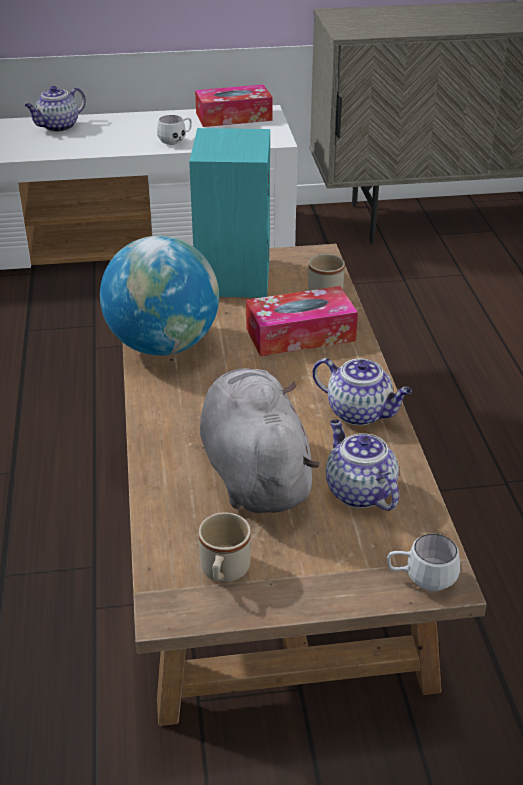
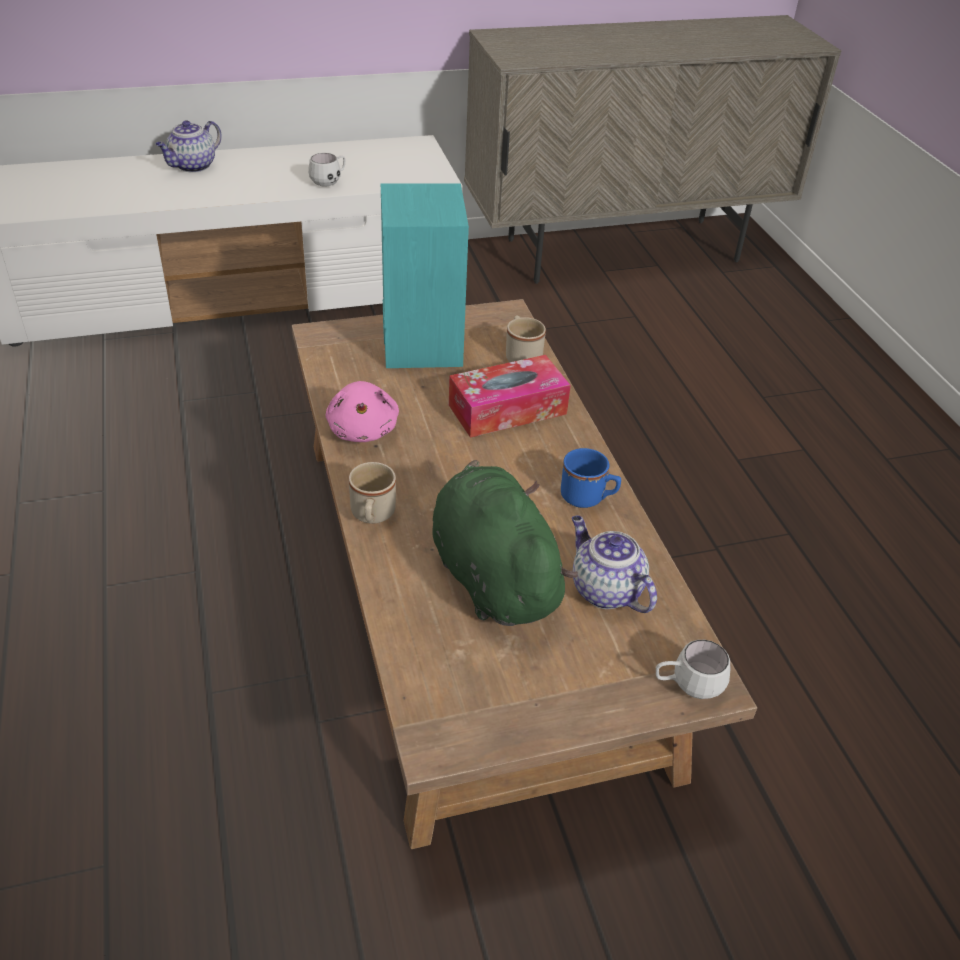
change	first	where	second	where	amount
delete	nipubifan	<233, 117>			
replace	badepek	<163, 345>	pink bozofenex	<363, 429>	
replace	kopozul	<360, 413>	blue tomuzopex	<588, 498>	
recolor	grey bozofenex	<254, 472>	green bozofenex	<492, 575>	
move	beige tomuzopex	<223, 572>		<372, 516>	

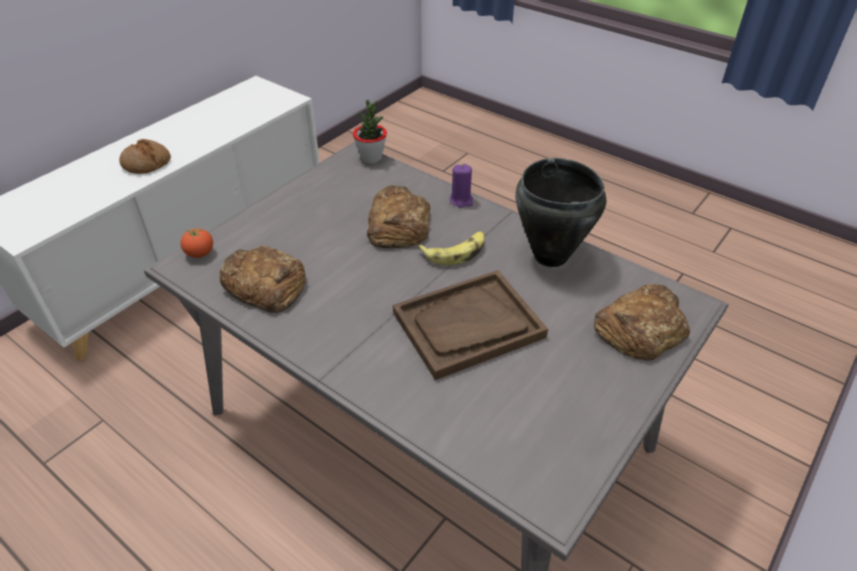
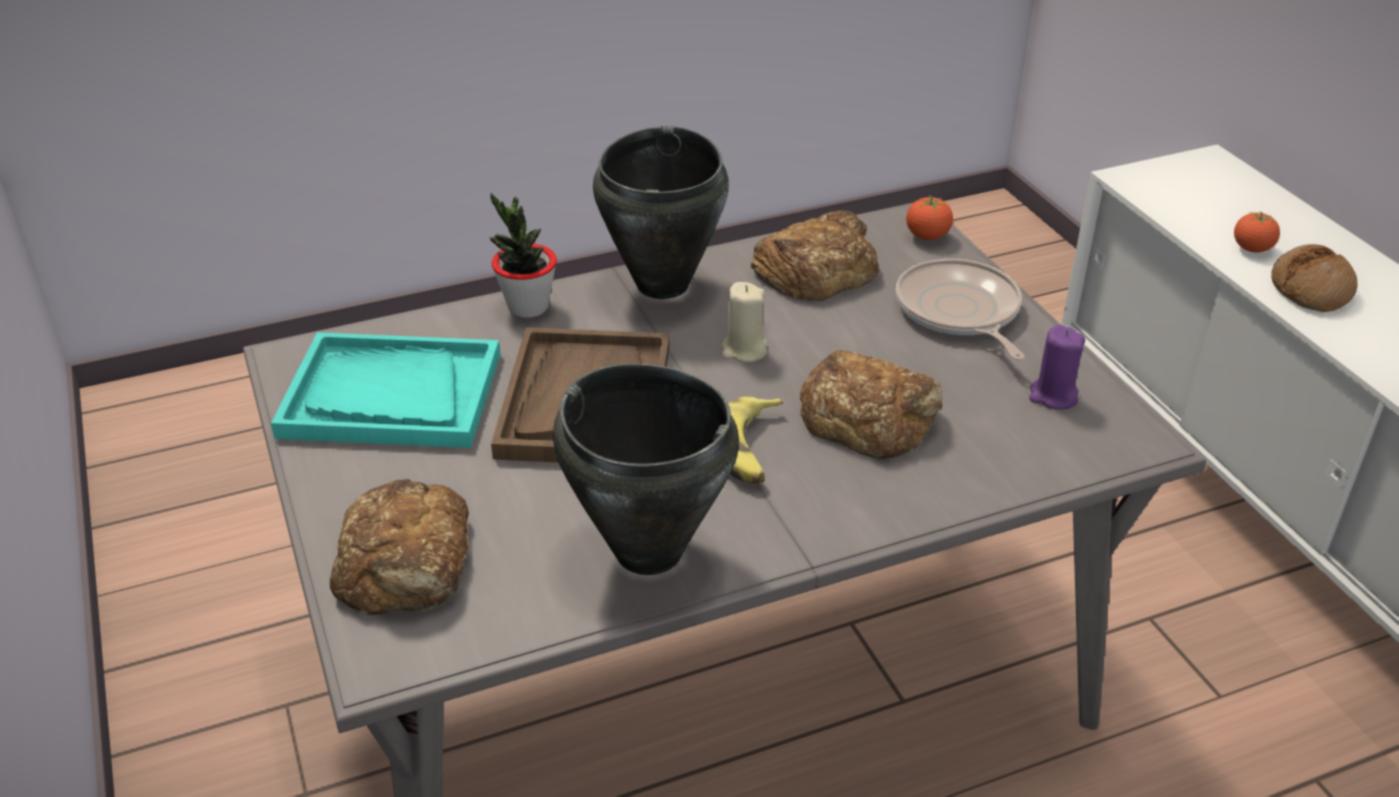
change	first	where	second	where	amount
move	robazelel	<371, 158>		<528, 307>	
move	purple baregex	<461, 200>		<1053, 396>	
insert			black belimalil	<664, 284>	
insert			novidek	<1252, 249>	
insert			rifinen	<959, 312>	
insert			beige baregex	<744, 350>	
insert			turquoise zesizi	<391, 395>	

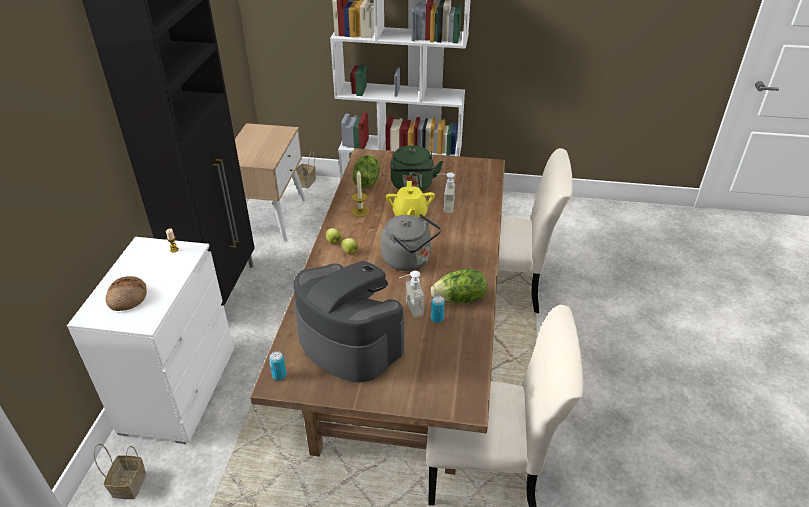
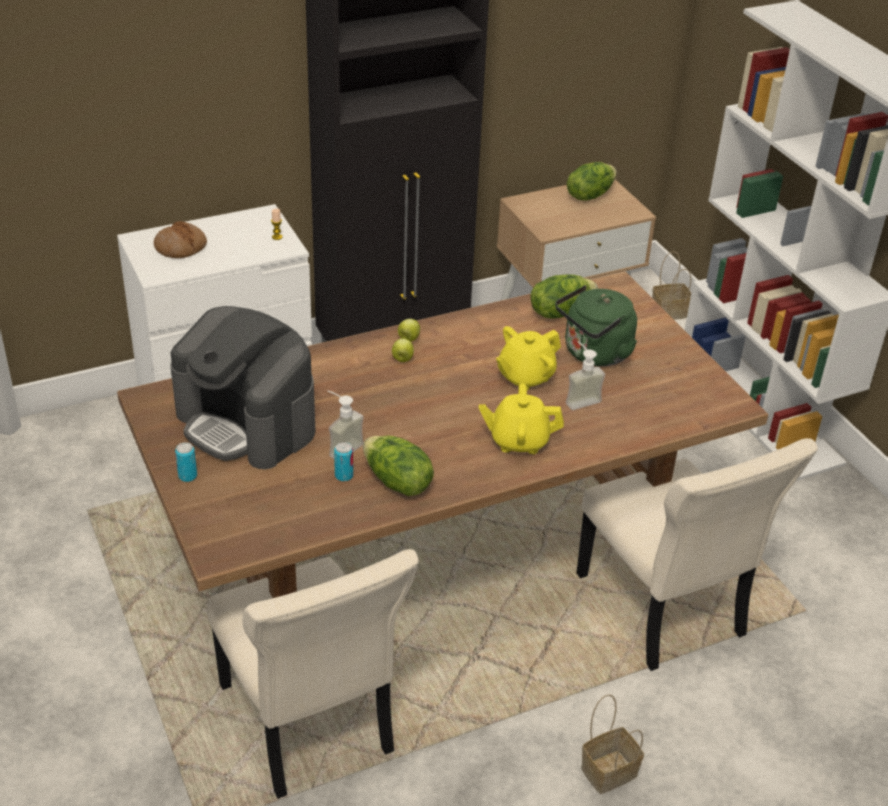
change	first	where	second	where	amount
delete	baregex	<360, 211>			
delete	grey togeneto	<409, 260>			
rotate	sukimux	<349, 342>		<247, 423>	120 degrees clockwise
move	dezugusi	<279, 375>		<187, 476>	
move	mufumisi	<129, 483>		<609, 770>	
insert			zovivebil	<589, 195>	
insert			yellow kopozul	<518, 441>	

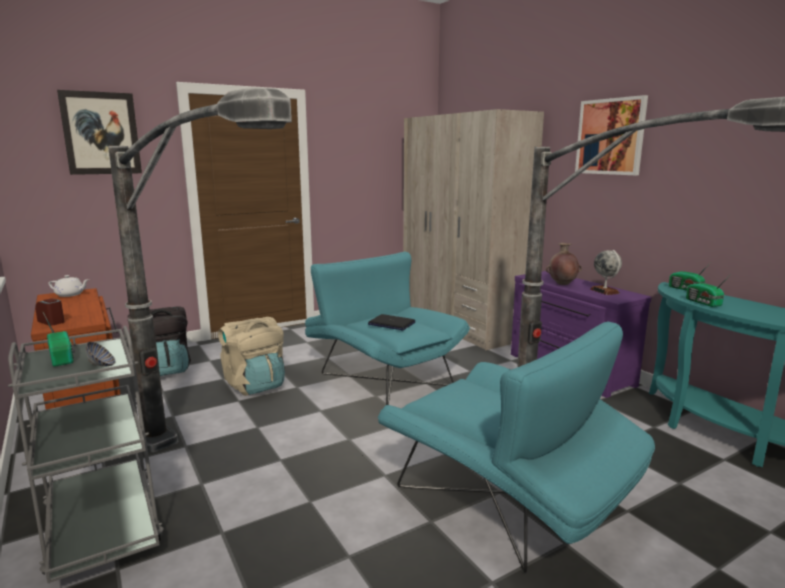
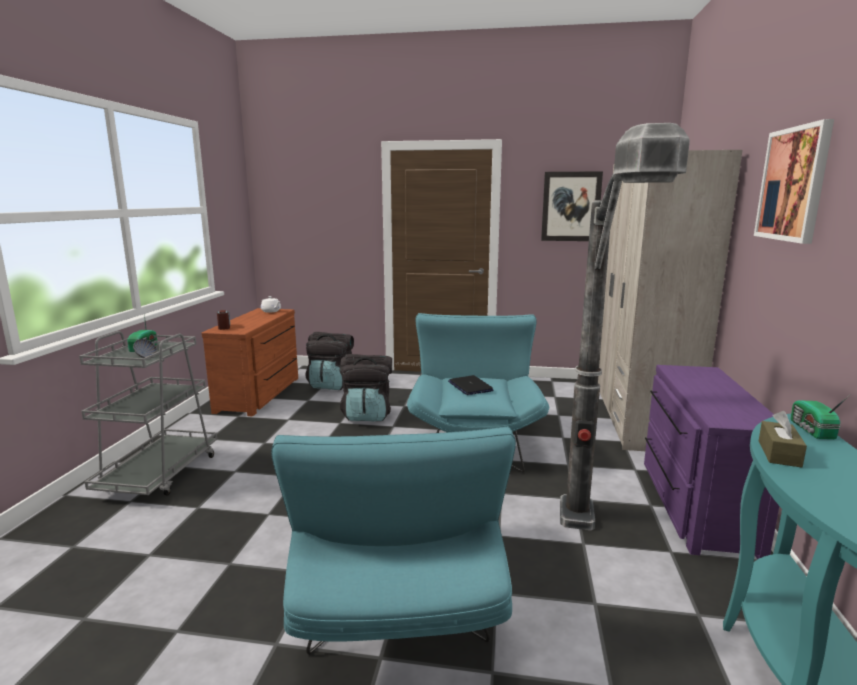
change	first	where	second	where	amount
delete	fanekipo	<210, 486>			
move	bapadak	<101, 133>		<571, 206>	
delete	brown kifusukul	<562, 284>			
delete	badepek	<604, 291>			
replace	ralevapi	<703, 303>	brown nipubifan	<779, 453>	
recolor	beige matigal	<255, 385>	black matigal	<367, 415>	

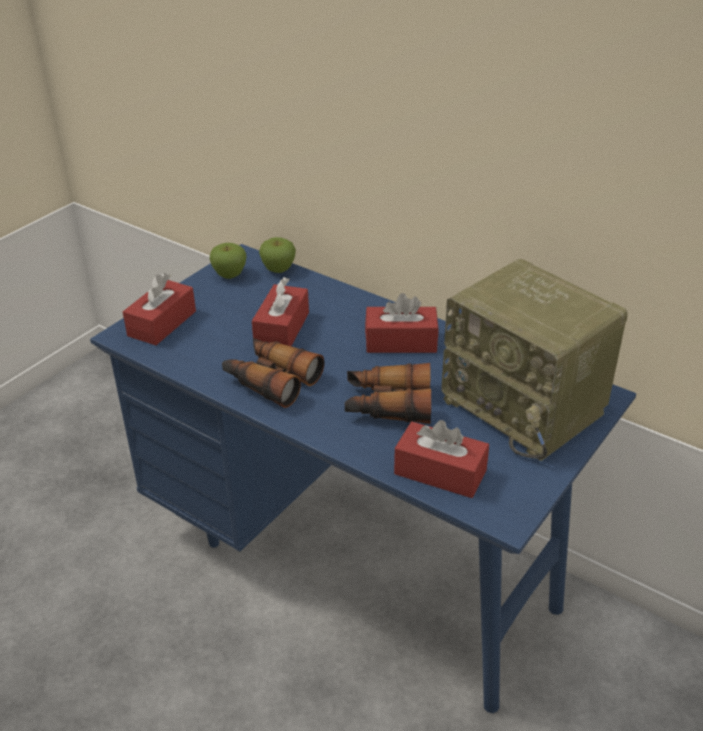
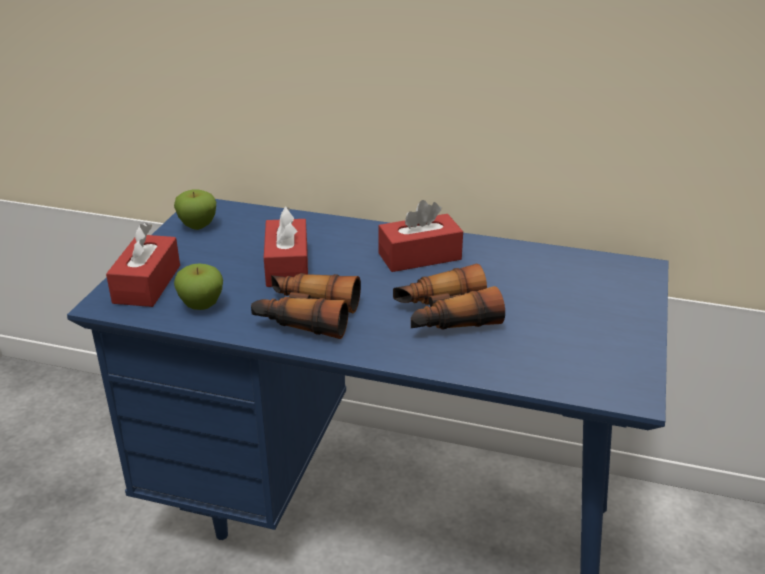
change	first	where	second	where	amount
move	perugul	<278, 270>		<201, 305>	
delete	ralevapi	<526, 407>			
delete	red nipubifan	<440, 472>			

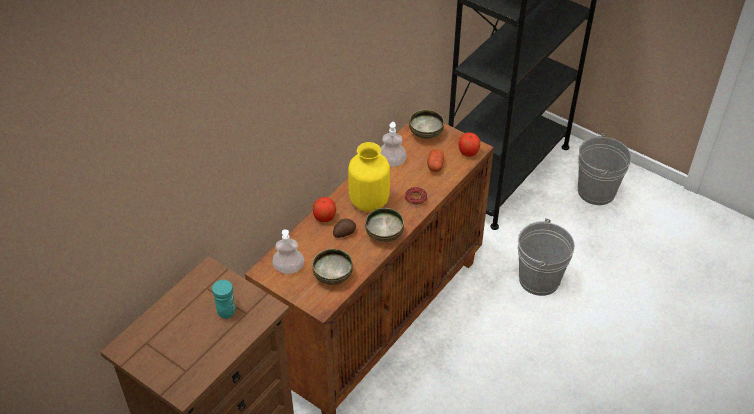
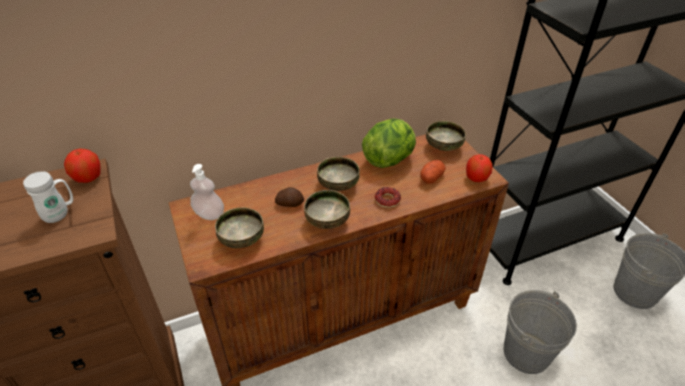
change	first	where	second	where	amount
replace	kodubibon	<392, 162>	zovivebil	<389, 159>	
replace	yellow kifusukul	<369, 202>	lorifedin	<337, 185>	
move	perugul	<324, 218>		<88, 178>	
recolor	turquoise tomuzopex	<228, 309>	white tomuzopex	<60, 214>	

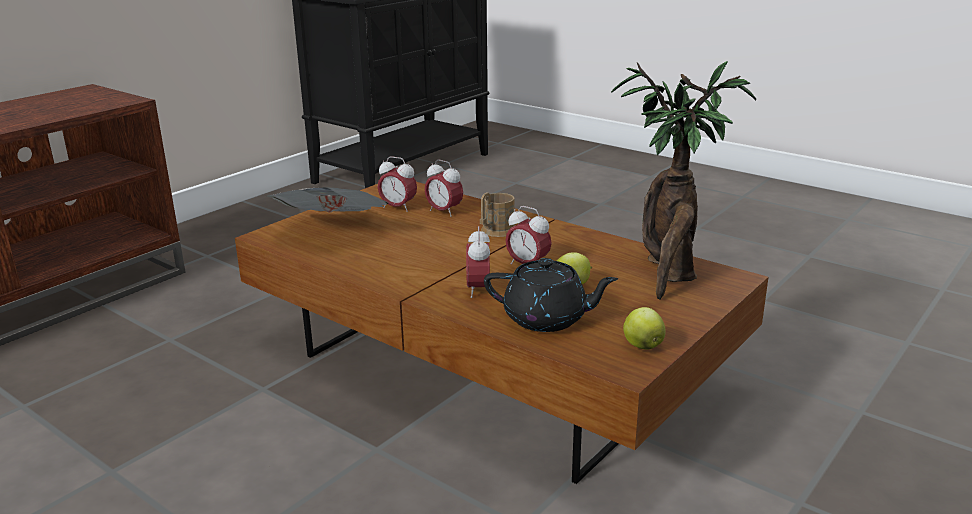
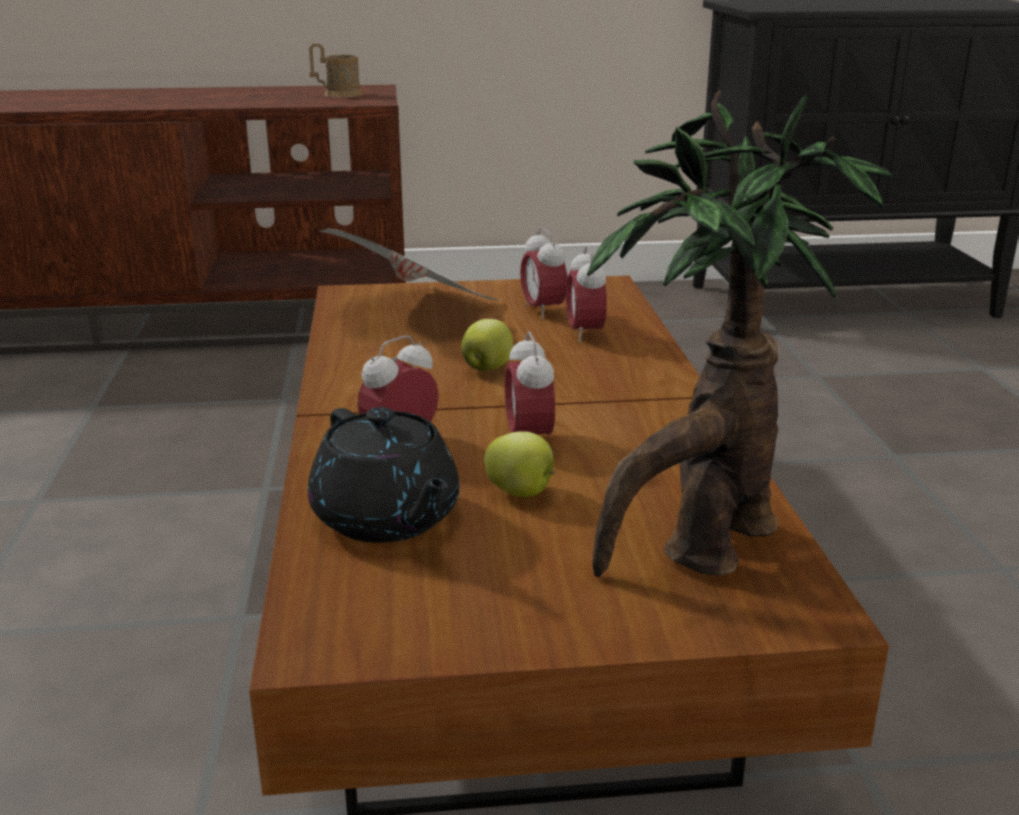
change	first	where	second	where	amount
move	brown tomuzopex	<495, 231>		<337, 94>	
move	perugul	<642, 345>		<487, 368>	

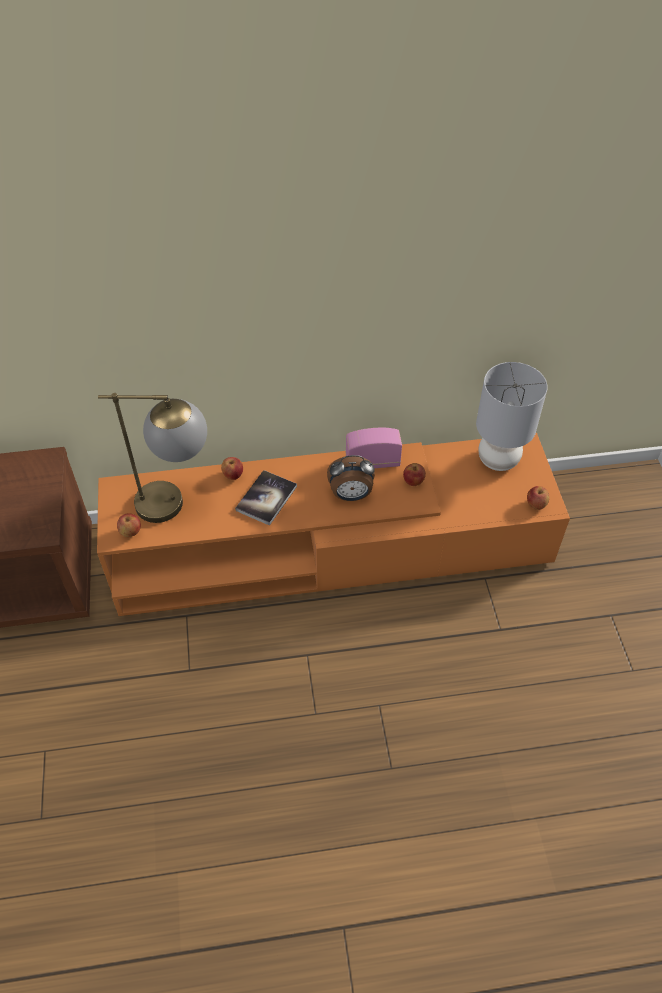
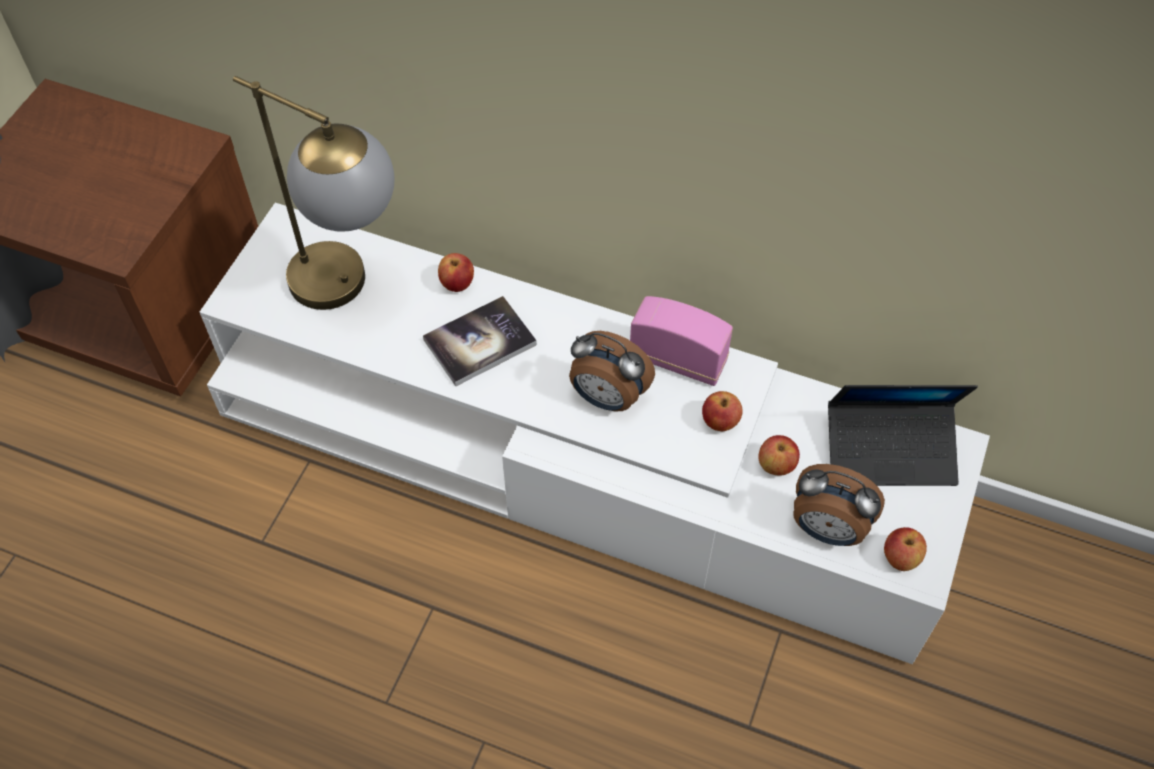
change	first	where	second	where	amount
replace	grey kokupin	<498, 459>	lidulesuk	<890, 451>	
recolor	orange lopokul	<331, 546>	white lopokul	<577, 459>	
move	perugul	<130, 532>		<776, 465>	
insert			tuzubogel	<827, 529>	

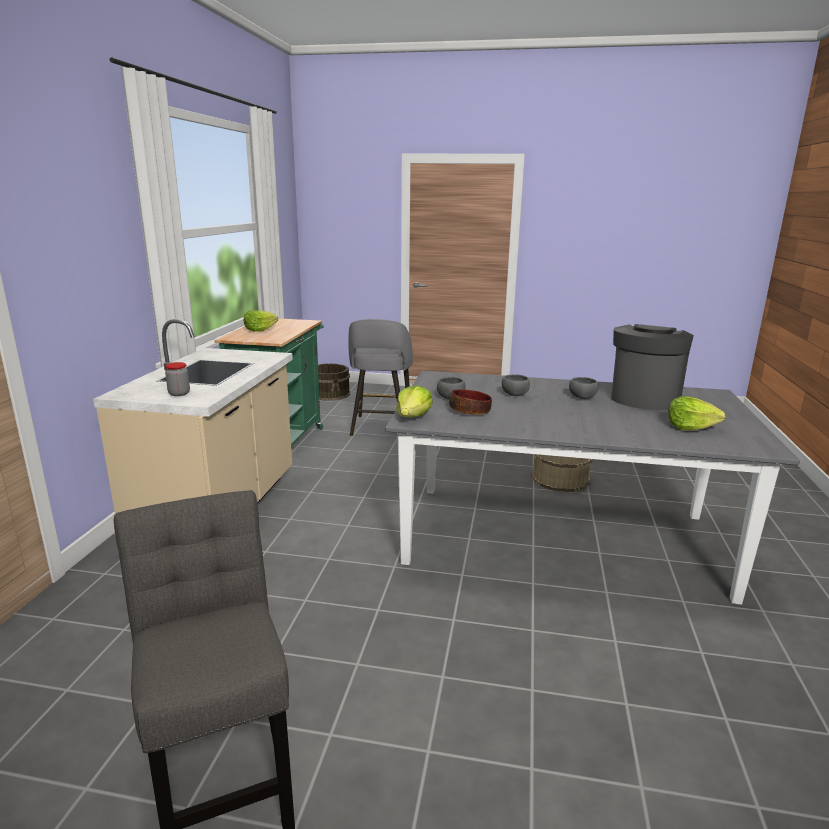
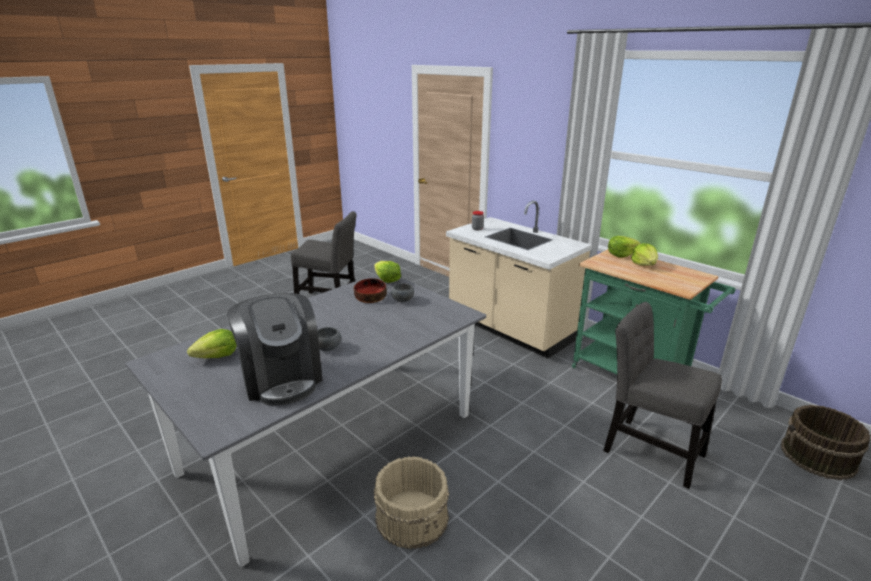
change	first	where	second	where	amount
replace	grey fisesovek	<381, 427>	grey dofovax	<648, 449>	
delete	grey lorifedin	<514, 395>			
insert			zovivebil	<621, 254>	

